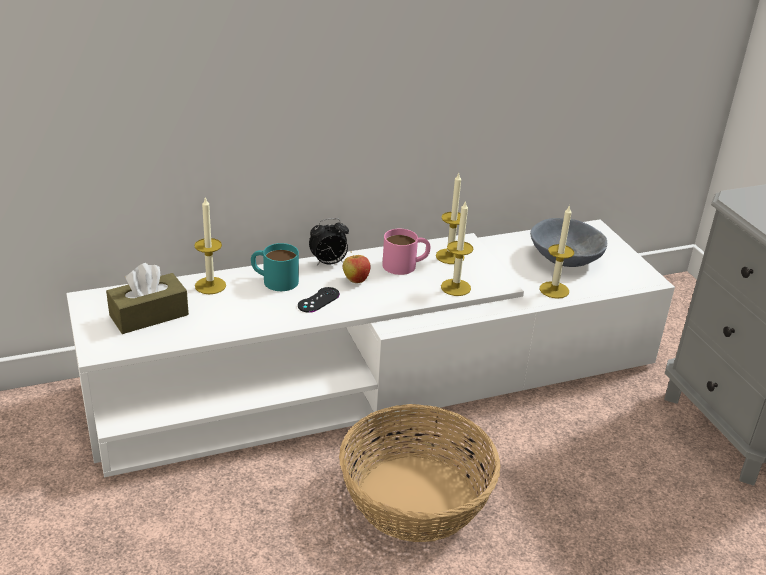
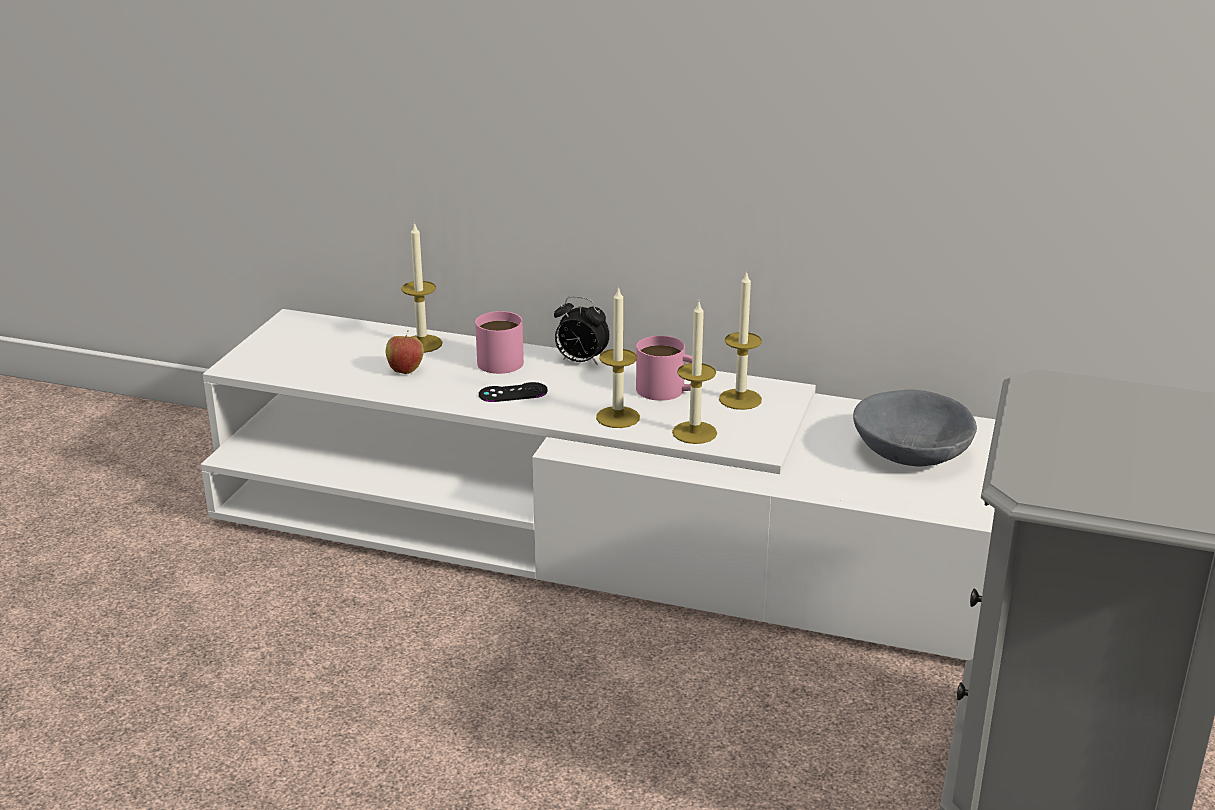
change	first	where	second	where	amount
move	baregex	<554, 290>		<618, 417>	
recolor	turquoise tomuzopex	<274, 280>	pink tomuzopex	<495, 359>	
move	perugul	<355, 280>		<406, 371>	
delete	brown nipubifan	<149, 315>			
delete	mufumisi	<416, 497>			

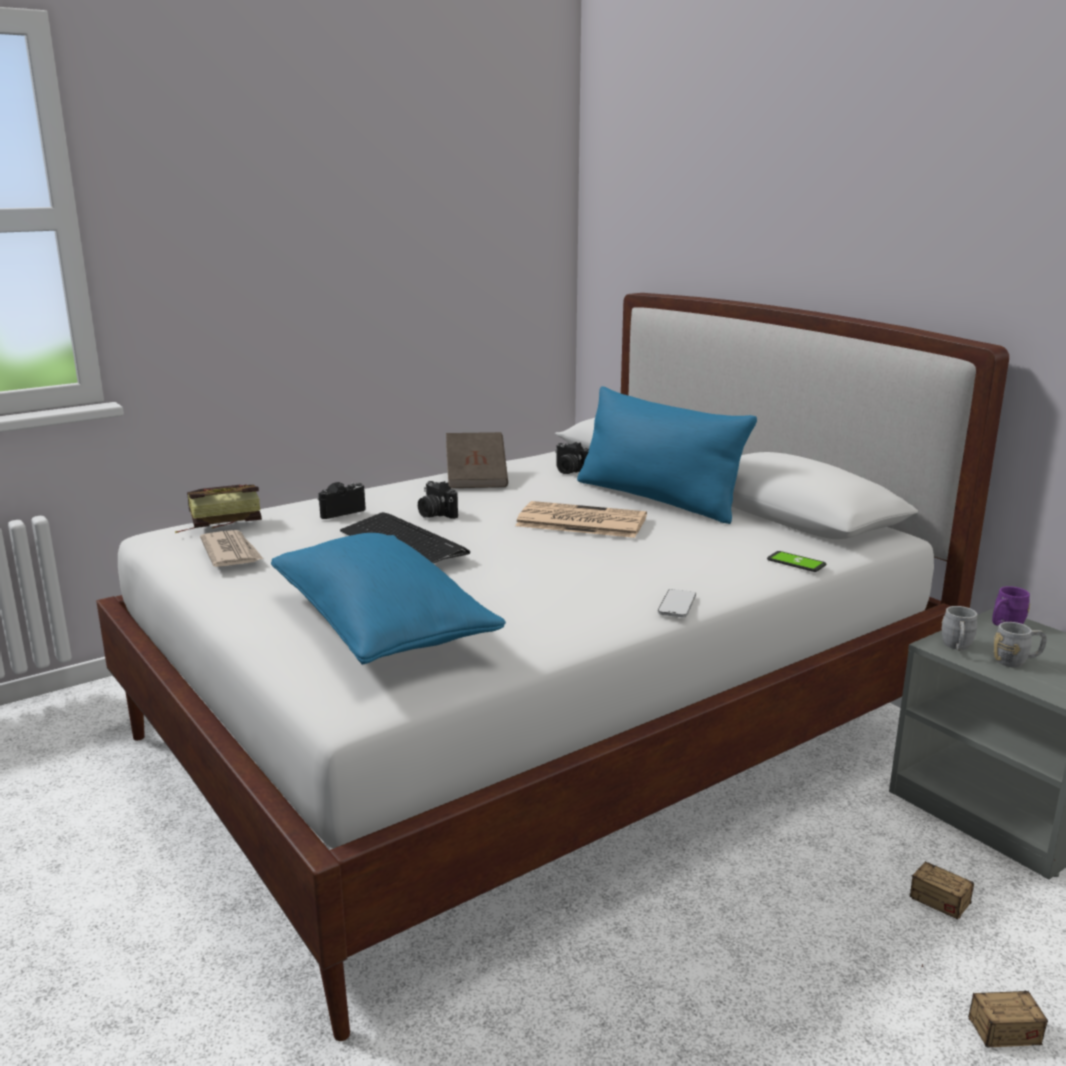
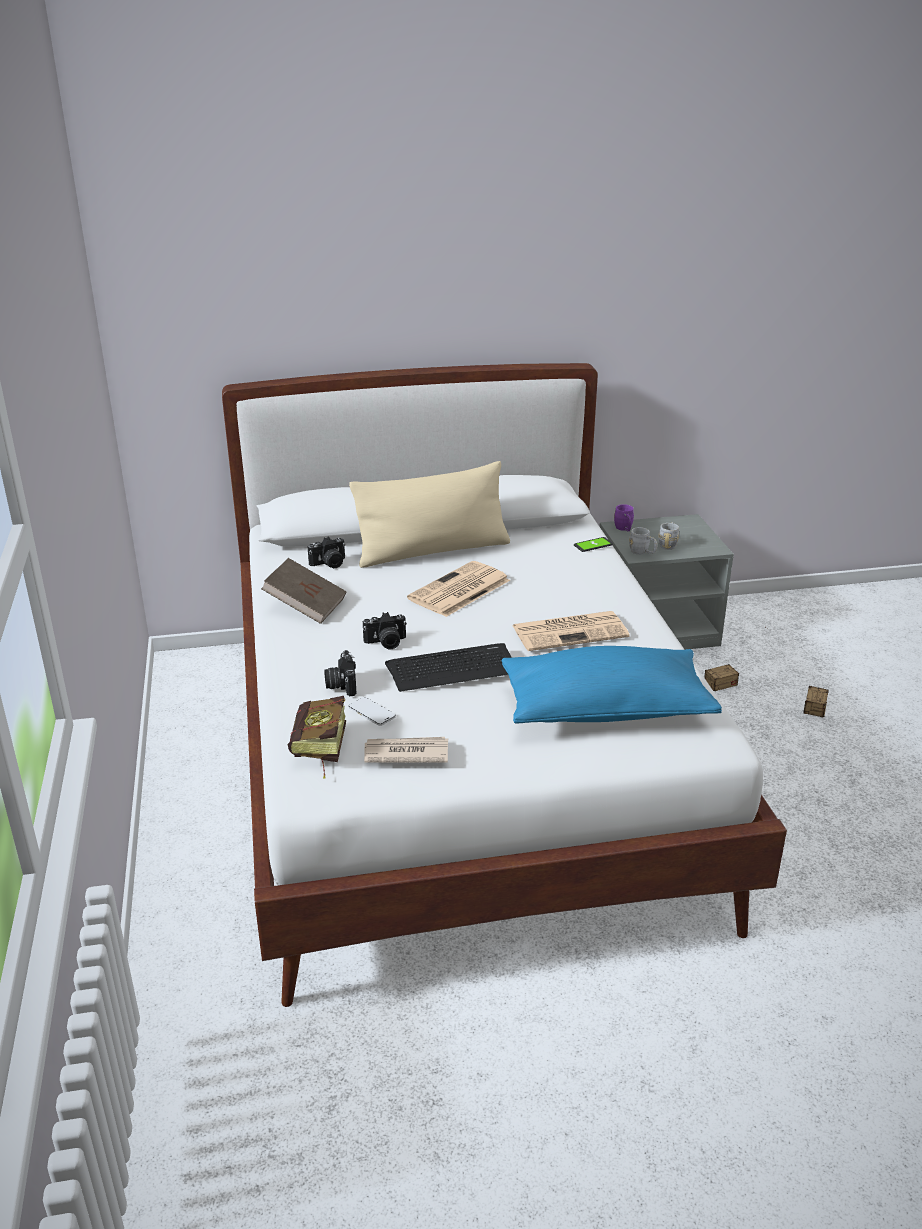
change	first	where	second	where	amount
recolor	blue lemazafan	<657, 499>	beige lemazafan	<433, 551>	
move	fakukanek	<677, 605>		<372, 713>	
insert			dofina	<571, 631>	

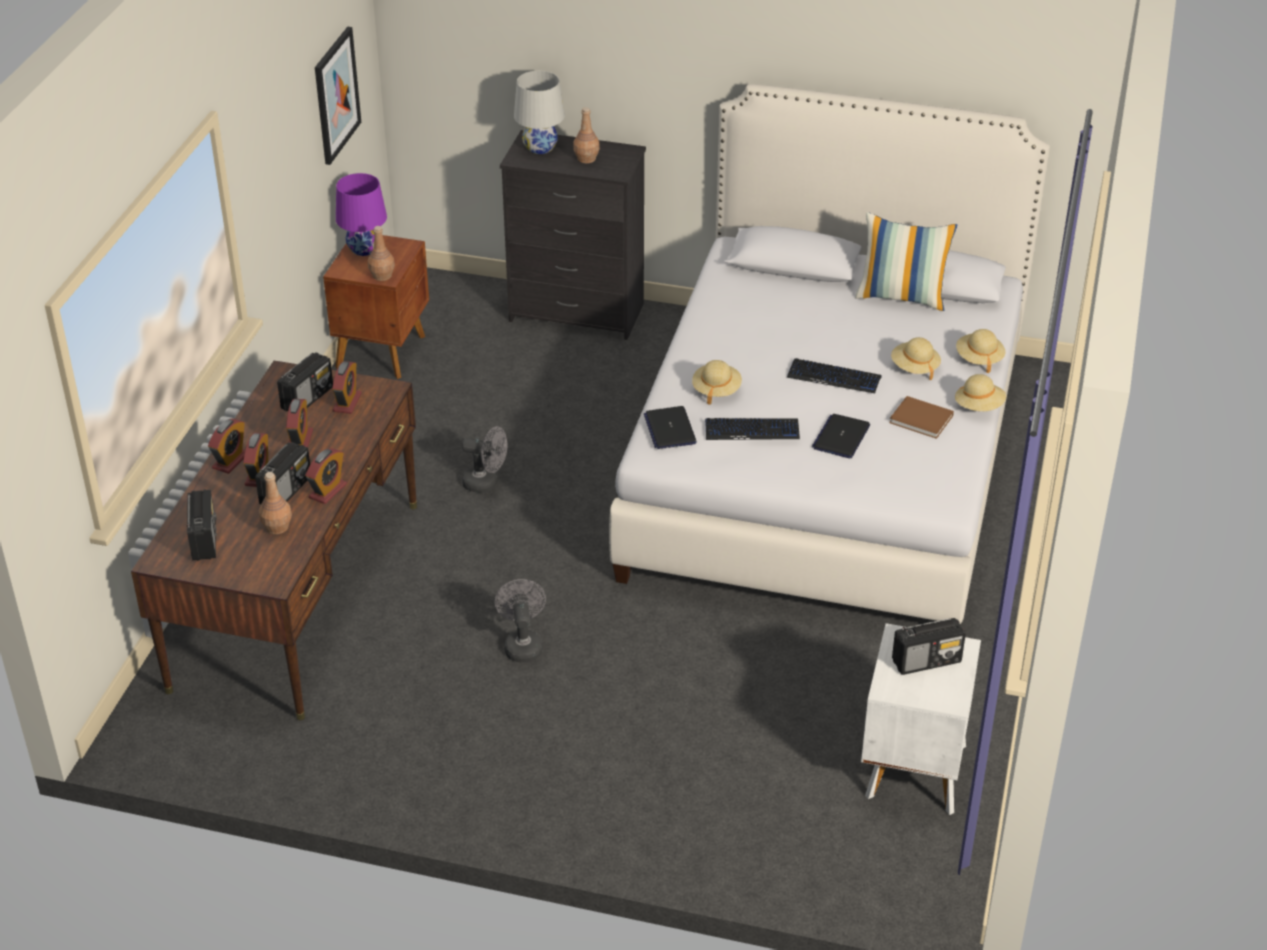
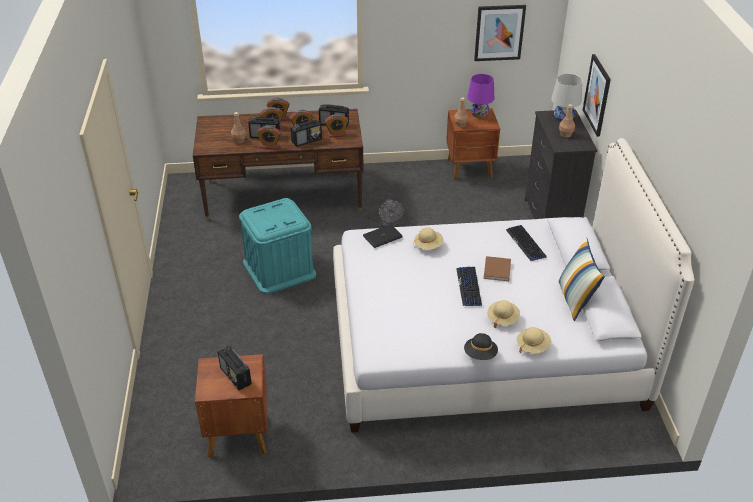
change	first	where	second	where	amount
recolor	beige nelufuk	<979, 406>	black nelufuk	<480, 354>	
move	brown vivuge	<923, 420>		<497, 270>	
delete	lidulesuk	<841, 437>			
move	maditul	<752, 430>		<526, 243>	
move	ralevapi	<204, 539>		<307, 141>	
replace	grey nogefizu	<522, 644>	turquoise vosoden	<279, 269>	
recolor	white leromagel	<913, 771>	brown leromagel	<237, 434>	
insert			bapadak	<597, 95>	

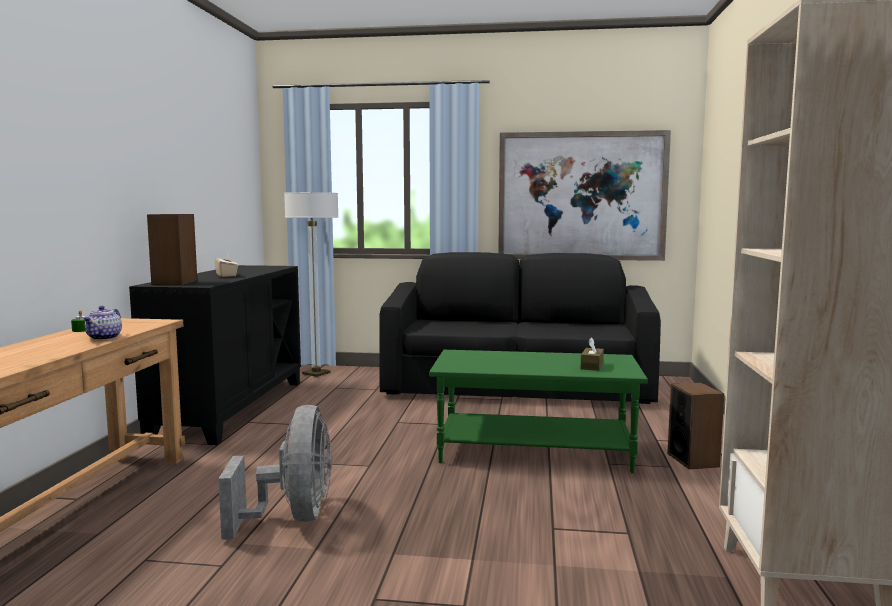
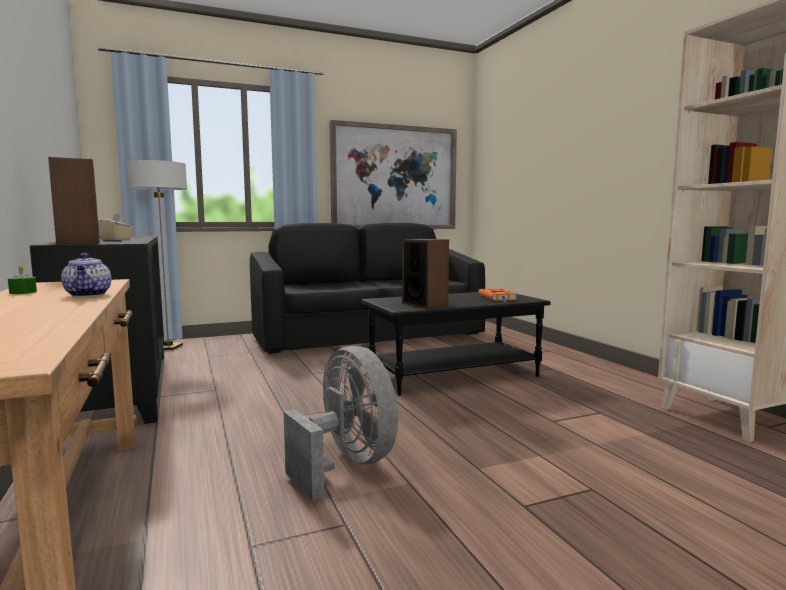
change	first	where	second	where	amount
replace	brown nipubifan	<592, 366>	orange vivuge	<498, 298>	
recolor	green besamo	<535, 451>	black besamo	<454, 374>	
move	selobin	<693, 460>		<425, 304>	

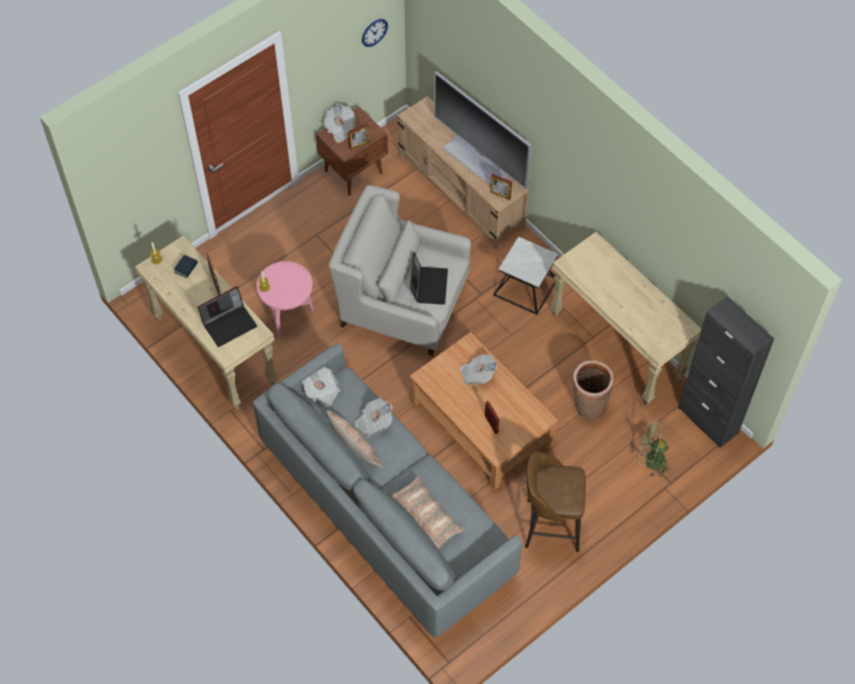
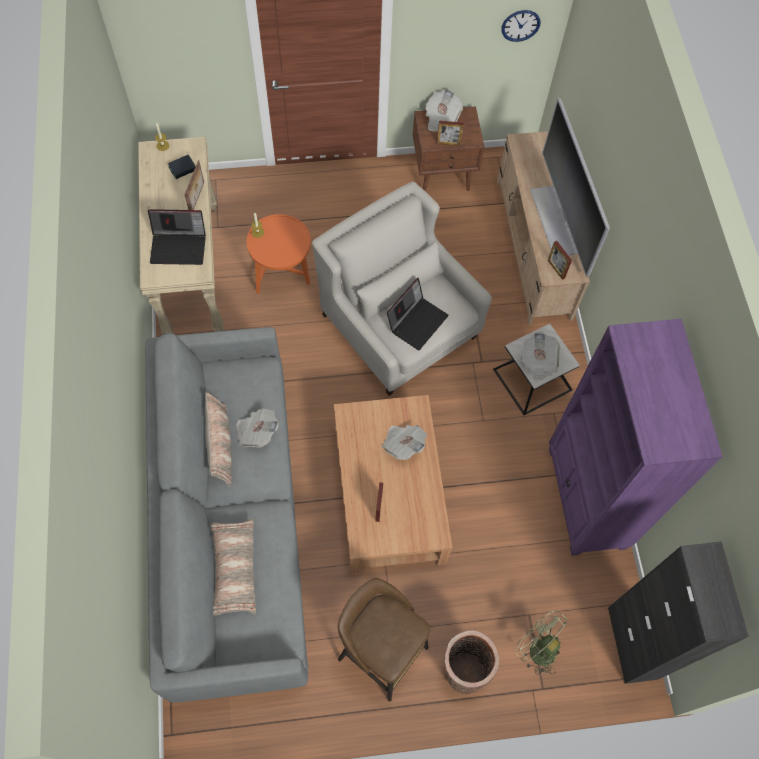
change	first	where	second	where	amount
replace	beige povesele	<617, 346>	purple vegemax	<585, 499>	
recolor	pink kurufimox	<288, 315>	orange kurufimox	<283, 276>	
move	mufumisi	<588, 405>		<463, 670>	
move	dofina	<321, 391>		<538, 362>	

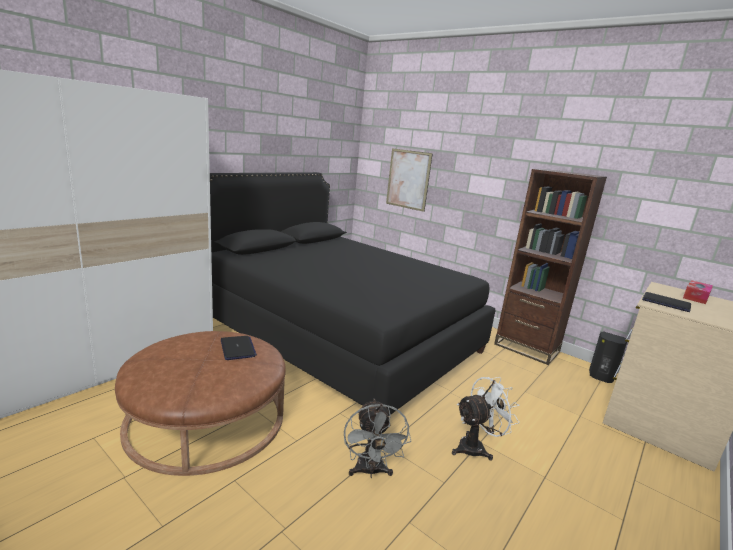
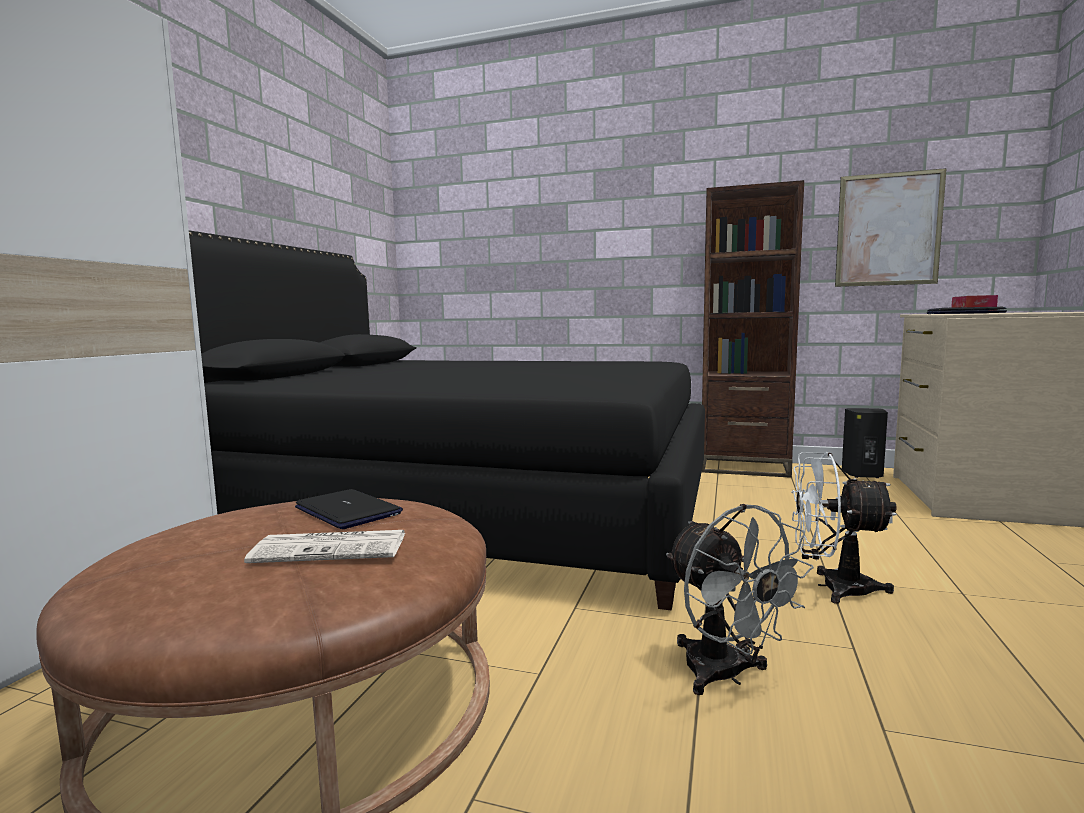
change	first	where	second	where	amount
move	bapadak	<408, 179>		<888, 229>	
rotate	white nogefizu	<476, 447>		<833, 587>	120 degrees counterclockwise
insert			dofina	<333, 548>	

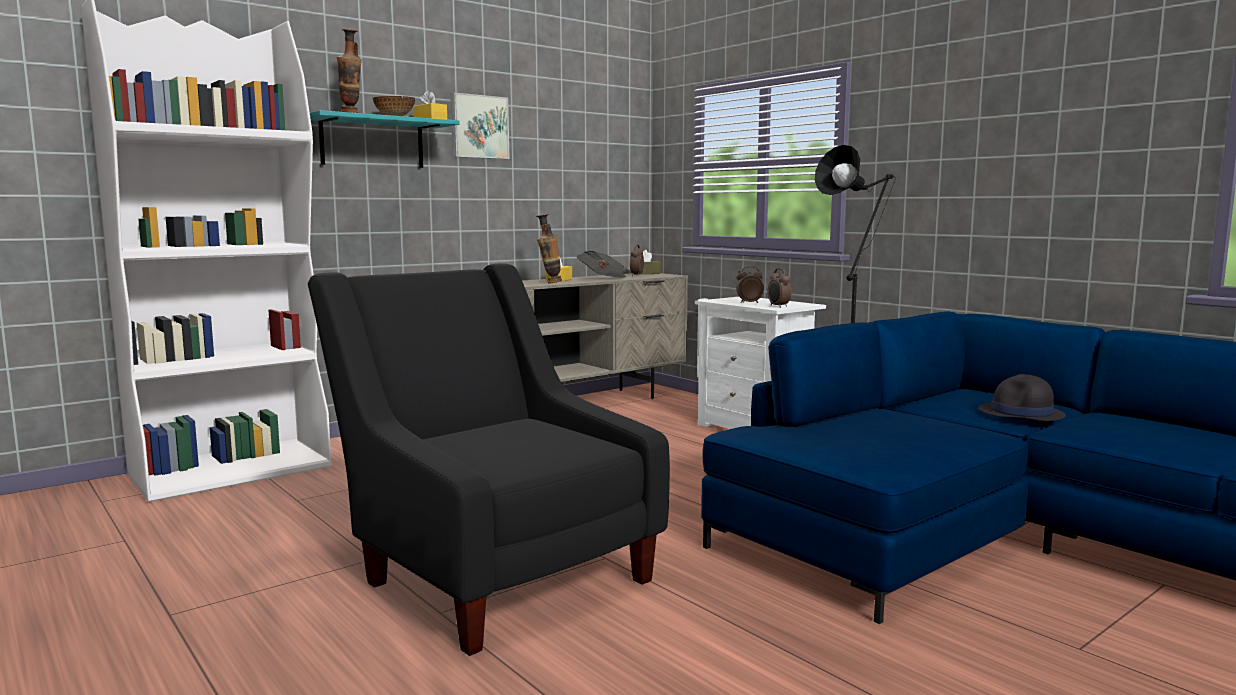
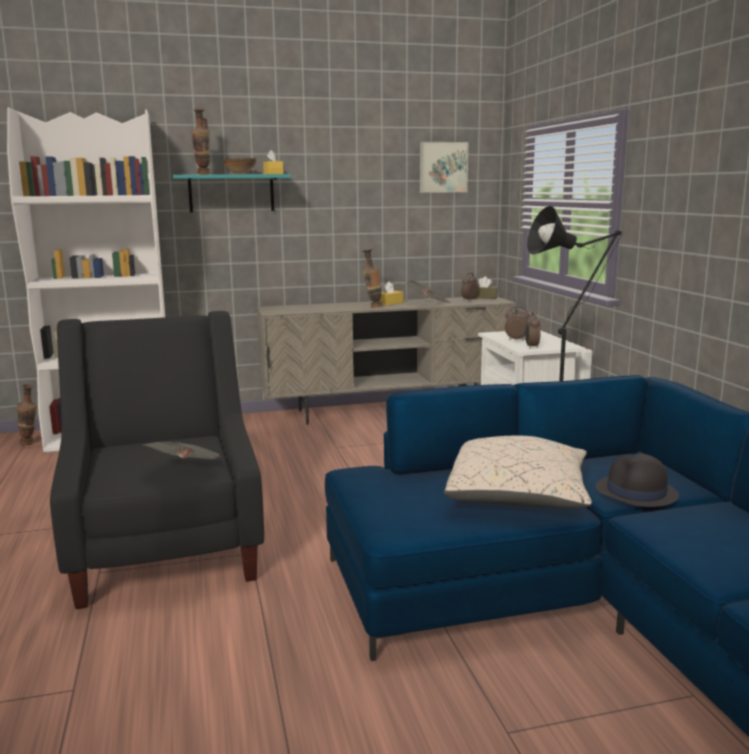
change	first	where	second	where	amount
move	bapadak	<478, 127>		<443, 167>	
insert			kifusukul	<30, 444>	
insert			beige lemazafan	<518, 497>	
insert			dofina	<187, 471>	

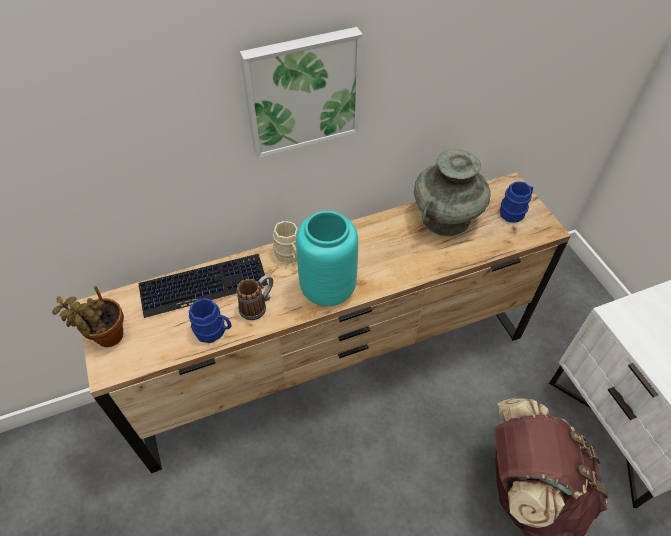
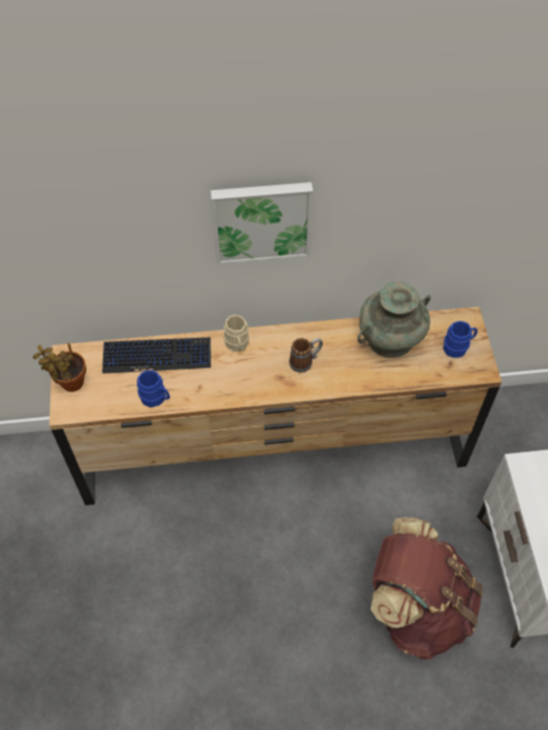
change	first	where	second	where	amount
delete	turquoise kifusukul	<329, 289>			
move	tomuzopex	<258, 306>		<305, 361>	

